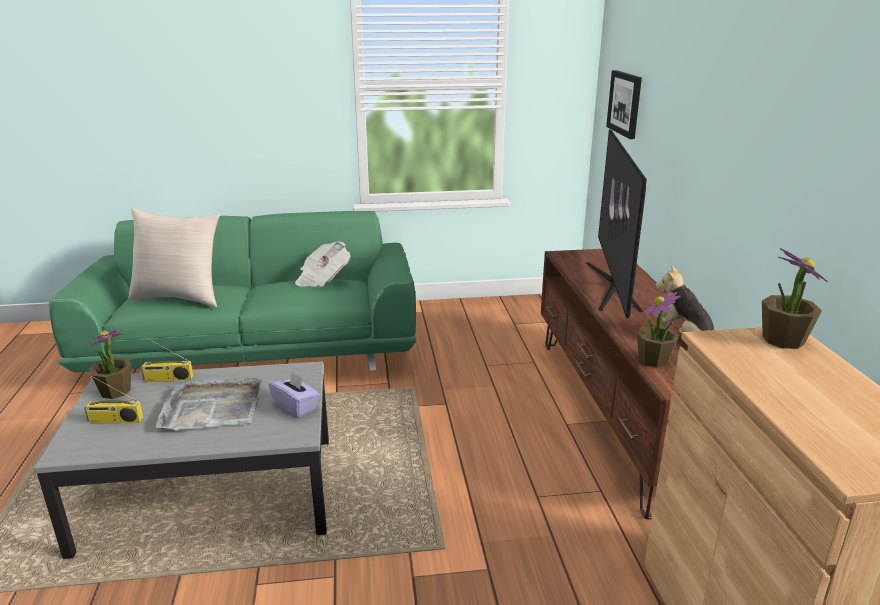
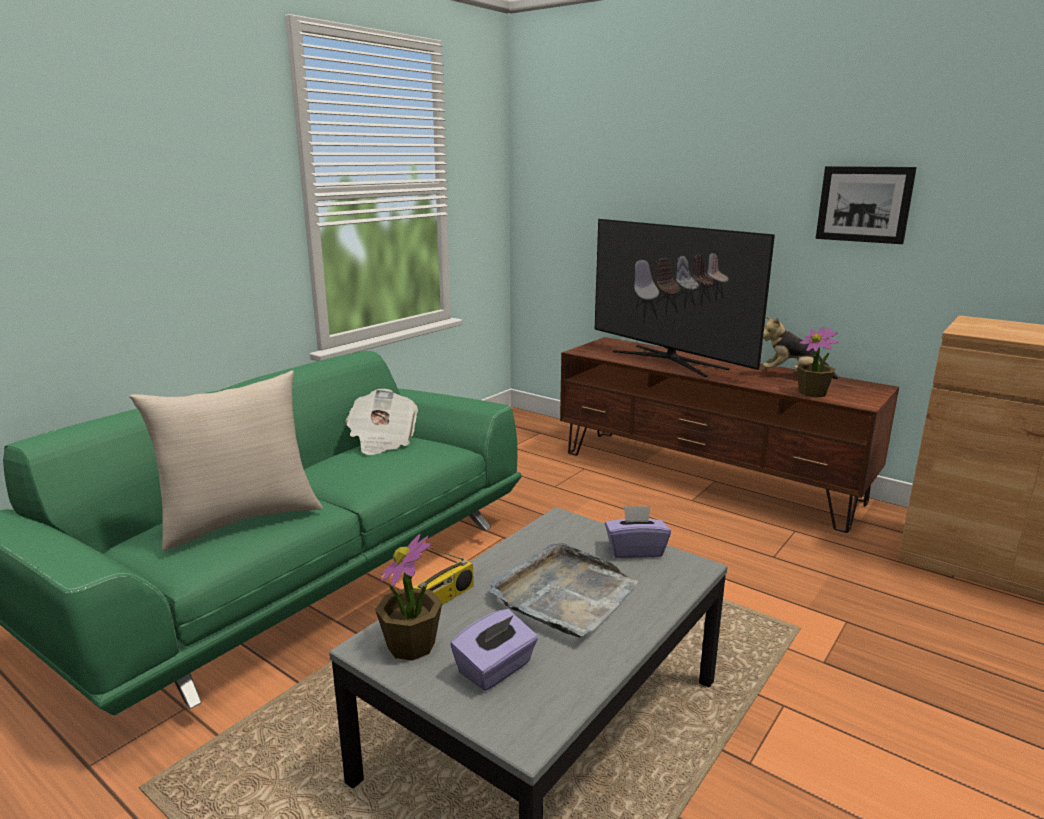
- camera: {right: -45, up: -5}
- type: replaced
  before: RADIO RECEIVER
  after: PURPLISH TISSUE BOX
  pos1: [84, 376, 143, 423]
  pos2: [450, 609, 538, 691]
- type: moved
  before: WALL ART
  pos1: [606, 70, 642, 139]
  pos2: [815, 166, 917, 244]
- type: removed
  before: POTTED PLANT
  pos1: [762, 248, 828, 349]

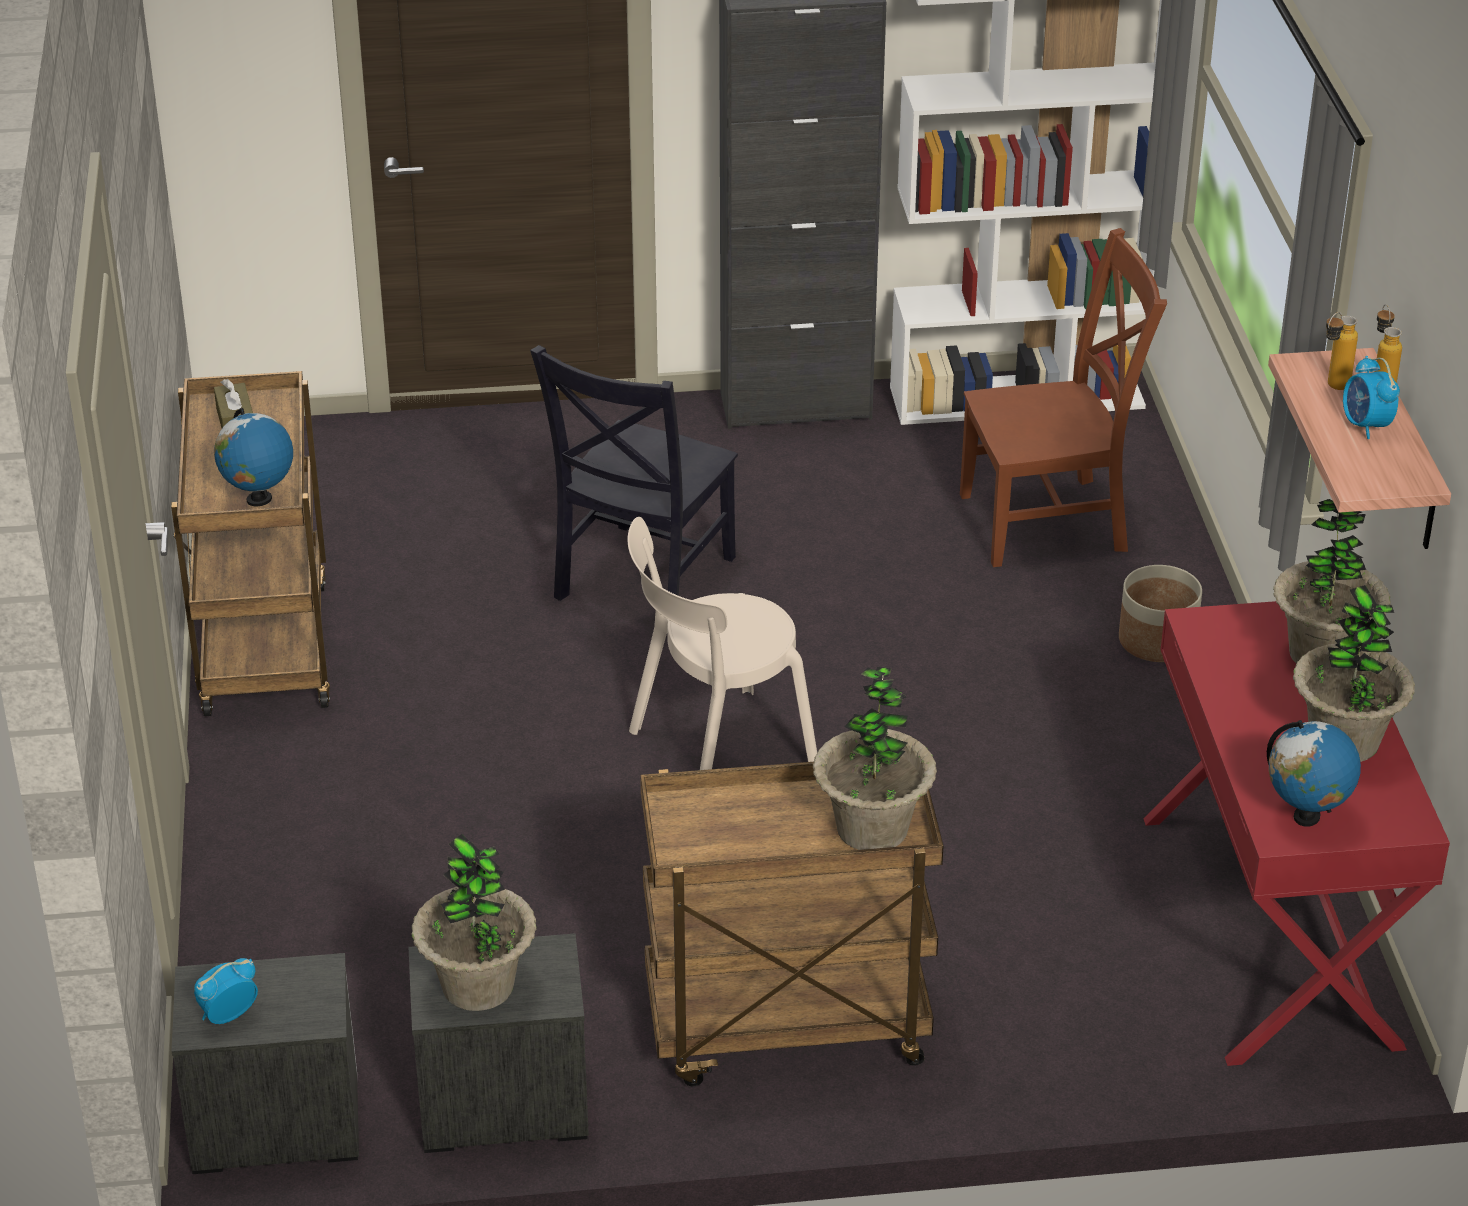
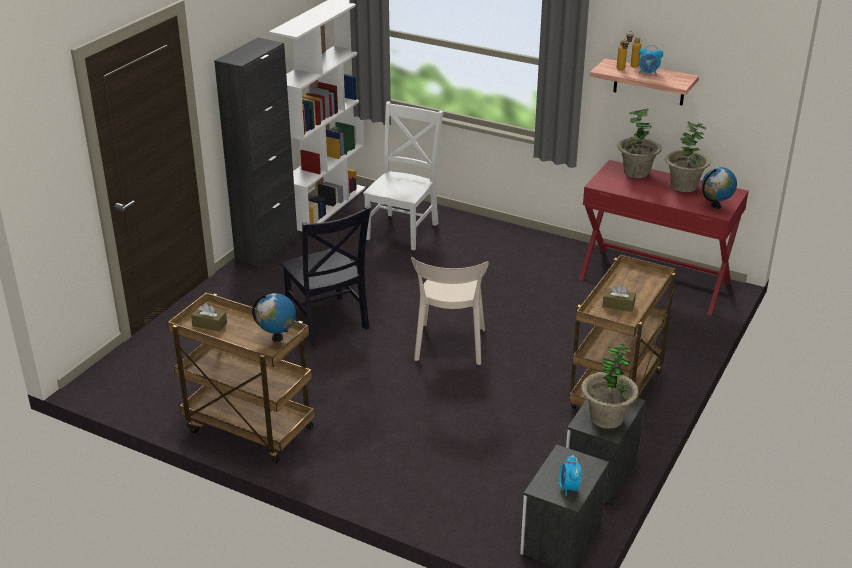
- camera: {right: -55, up: -5}
- type: removed
  before: POTTED PLANT
  pos1: [813, 667, 937, 850]
- type: recoloured
  before: BROWN CHAIR
  after: WHITE-COLOURED CHAIR
  pos1: [960, 228, 1167, 567]
  pos2: [363, 101, 444, 250]
- type: removed
  before: PLANT POT
  pos1: [1119, 565, 1202, 662]
- type: added
  after: BROWN TISSUE BOX
  pos2: [602, 284, 636, 312]

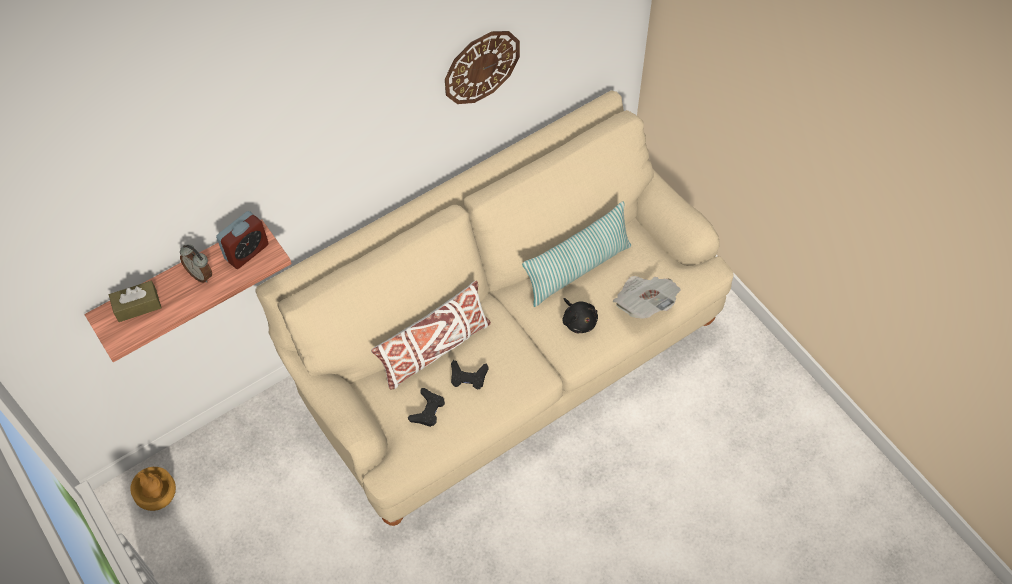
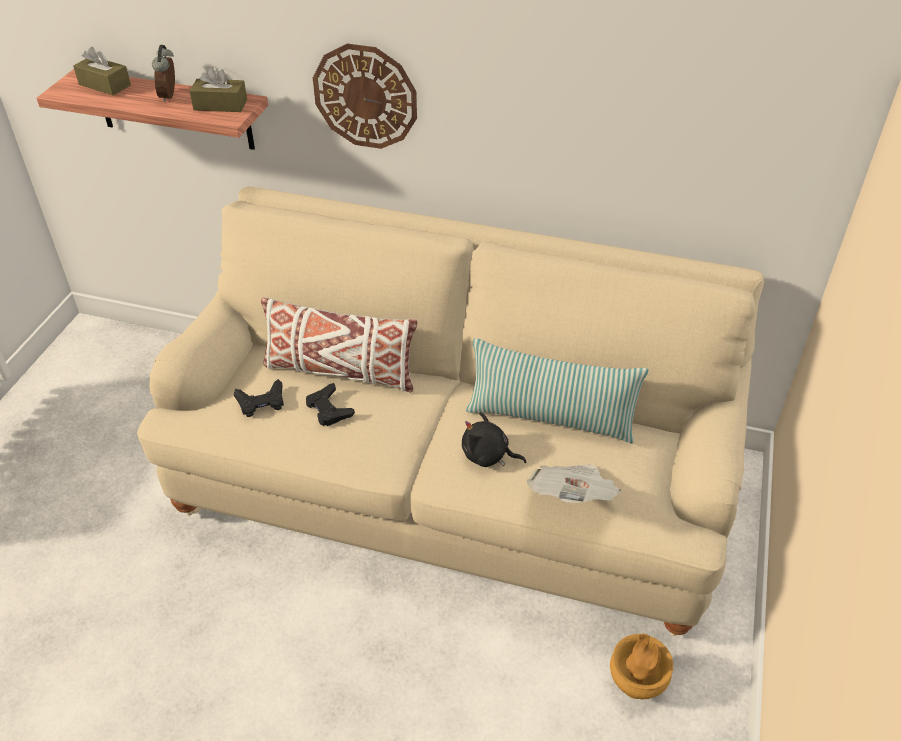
- camera: {right: 50, up: -15}
- type: moved
  before: BROWN VASE
  pos1: [130, 467, 176, 511]
  pos2: [610, 634, 673, 699]
- type: replaced
  before: TABLE CLOCK
  after: BROWN TISSUE BOX
  pos1: [216, 211, 268, 269]
  pos2: [189, 66, 247, 112]
- type: moved
  before: WALL CLOCK
  pos1: [445, 31, 520, 104]
  pos2: [313, 43, 417, 149]
- type: turned
  before: BLACK PLUSH TOY
  pos1: [563, 298, 598, 334]
  pos2: [462, 412, 526, 467]
  turn: 90

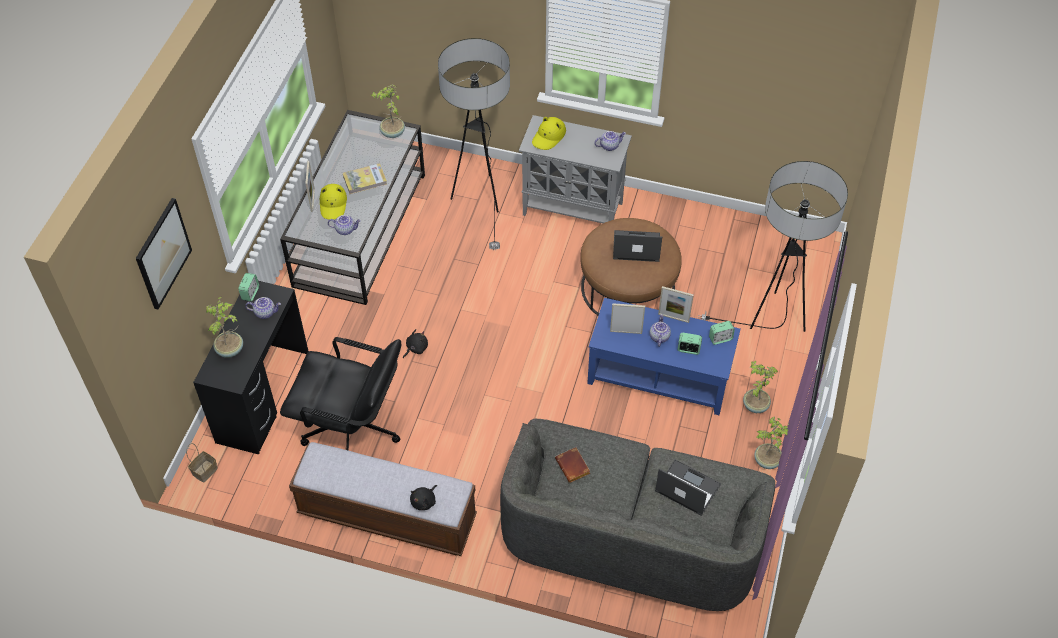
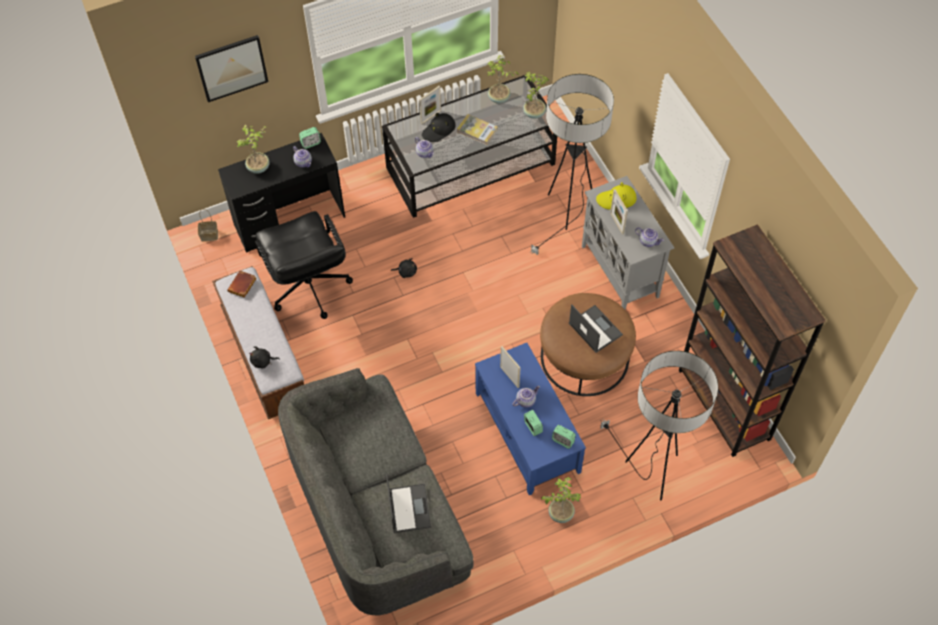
- camera: {right: 50, up: 5}
- type: recoloured
  before: YELLOW CLOTHING HAT
  after: BLACK CLOTHING HAT
  pos1: [320, 184, 347, 220]
  pos2: [422, 113, 456, 142]
- type: moved
  before: BROWN BOOK
  pos1: [555, 447, 590, 483]
  pos2: [227, 270, 257, 298]
- type: moved
  before: PHOTO FRAME
  pos1: [658, 286, 694, 323]
  pos2: [610, 189, 628, 235]
- type: moved
  before: POTTED PLANT
  pos1: [754, 417, 789, 469]
  pos2: [487, 55, 519, 103]
- type: added
  after: BROWN BOOKSHELF
  pos2: [679, 224, 826, 457]

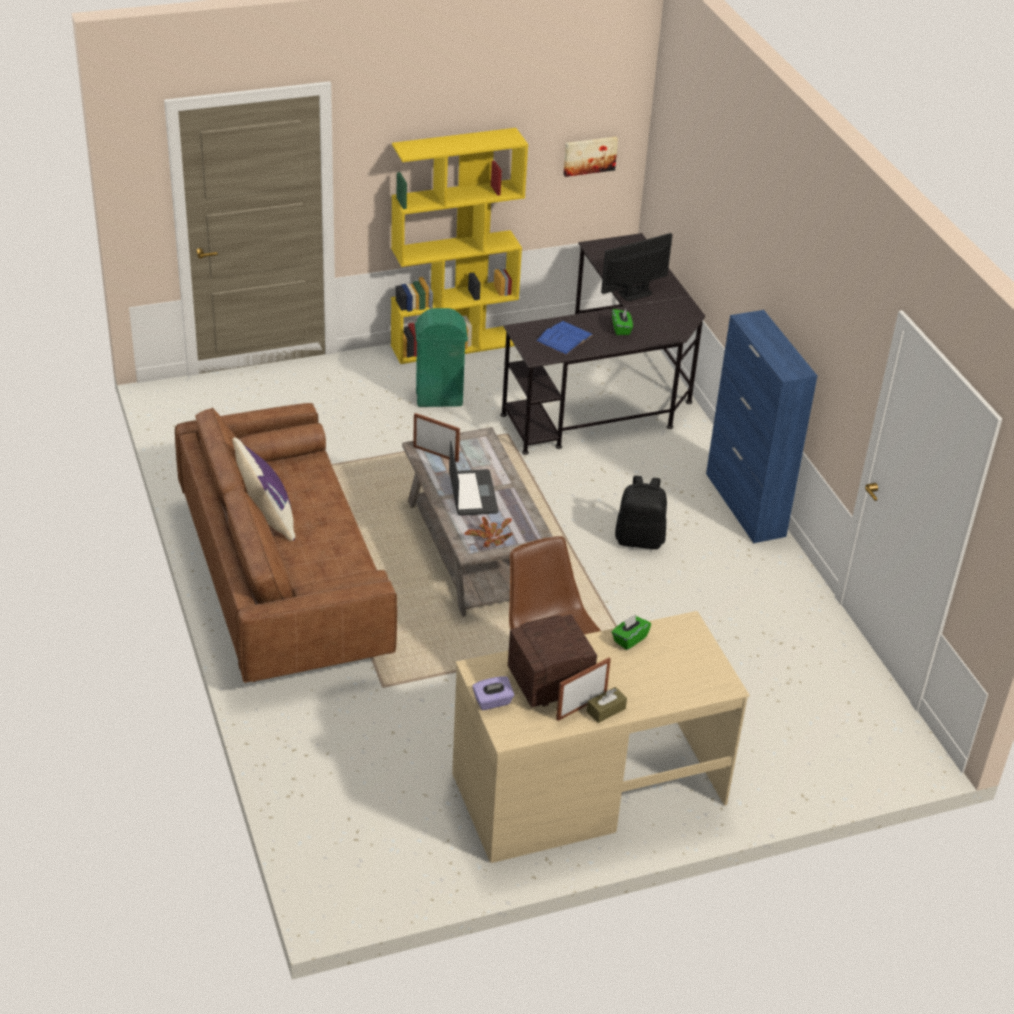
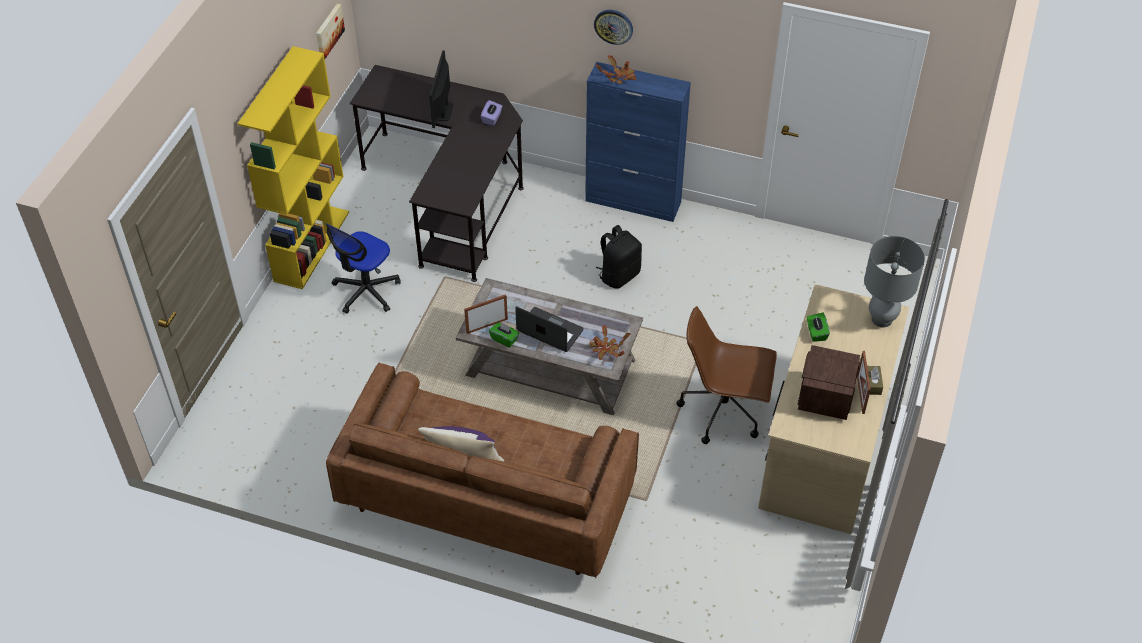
- camera: {right: -50, up: 10}
- type: replaced
  before: GREEN WASTE BIN
  after: DESK CHAIR
  pos1: [415, 308, 468, 407]
  pos2: [325, 223, 401, 314]
- type: moved
  before: PURPLISH TISSUE BOX
  pos1: [472, 676, 514, 710]
  pos2: [481, 100, 502, 126]
- type: removed
  before: BLUE-COLOURED BOOK
  pos1: [536, 321, 593, 355]
- type: moved
  before: GREEN TISSUE BOX
  pos1: [612, 309, 633, 335]
  pos2: [489, 322, 519, 348]
- type: added
  after: WALL CLOCK
  pos2: [594, 10, 633, 45]
- type: added
  after: POTTED PLANT
  pos2: [596, 55, 637, 84]
- type: added
  after: GRAY LAMP FOR A TABLE
  pos2: [864, 236, 925, 327]

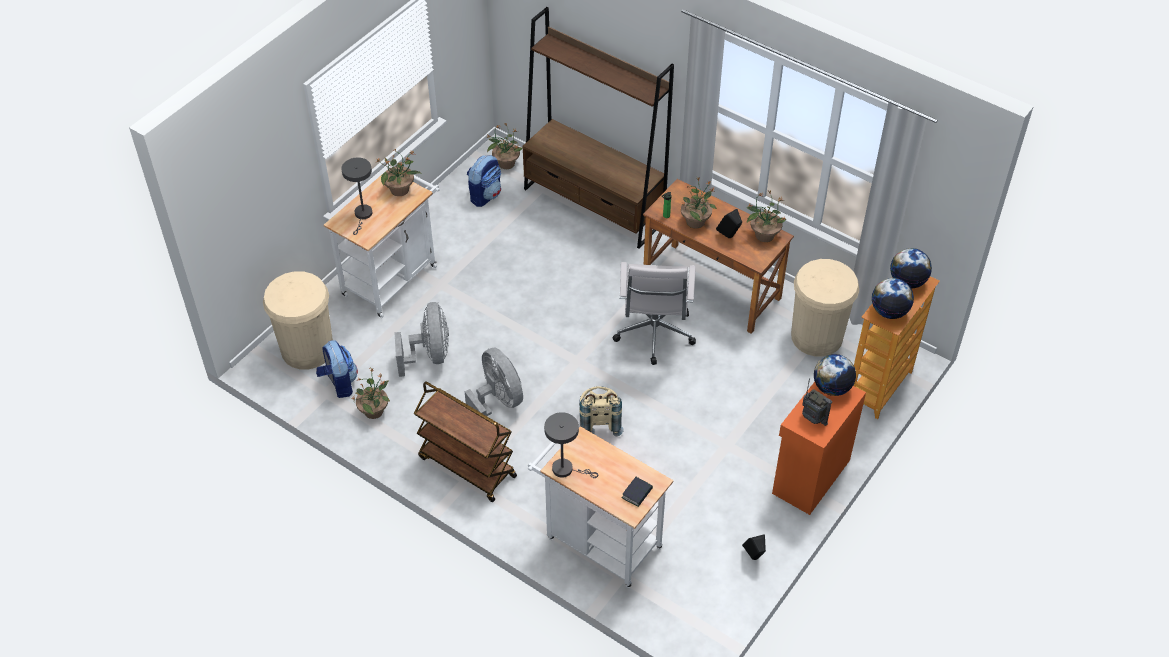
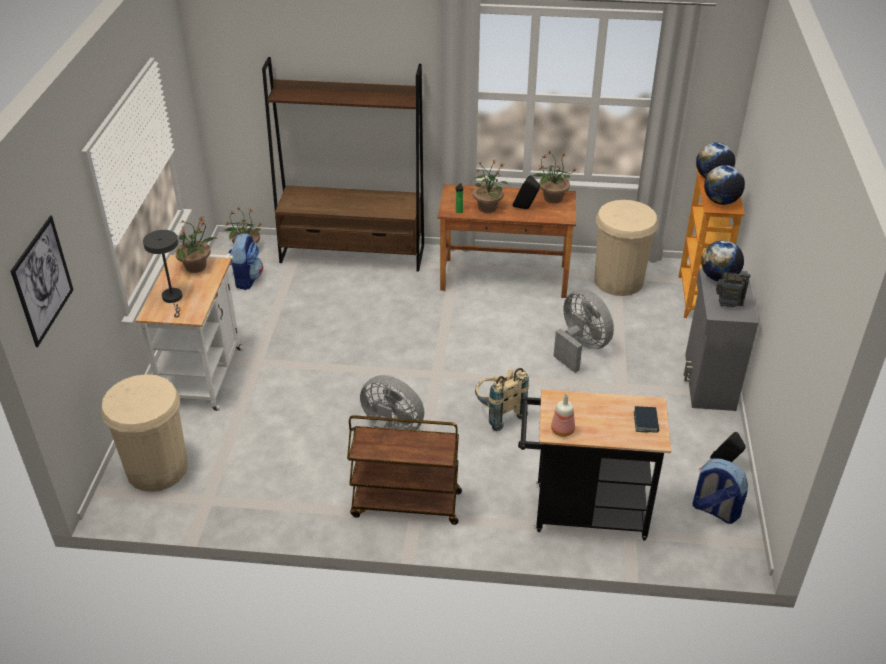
- camera: {right: -30, up: -10}
- type: moved
  before: BACKPACK
  pos1: [316, 340, 358, 398]
  pos2: [692, 458, 748, 524]
- type: removed
  before: POTTED PLANT
  pos1: [351, 368, 390, 419]
- type: moved
  before: GRAY ELECTRIC FAN
  pos1: [394, 302, 449, 377]
  pos2: [554, 289, 614, 373]
- type: recoloured
  before: WHITE-COLOURED TROLLEY
  after: BLACK TROLLEY
  pos1: [528, 426, 673, 588]
  pos2: [518, 389, 671, 540]
- type: replaced
  before: GRAY LAMP FOR A TABLE
  after: BOTTLE
  pos1: [544, 412, 598, 478]
  pos2: [551, 394, 575, 437]
- type: removed
  before: WHITE-COLOURED DESK CHAIR
  pos1: [613, 262, 696, 365]
- type: recoloured
  before: ORANGE-COLOURED STORAGE CABINET
  after: GRAY STORAGE CABINET
  pos1: [772, 382, 866, 515]
  pos2: [684, 268, 759, 411]
- type: added
  after: WALL ART
  pos2: [10, 216, 73, 347]

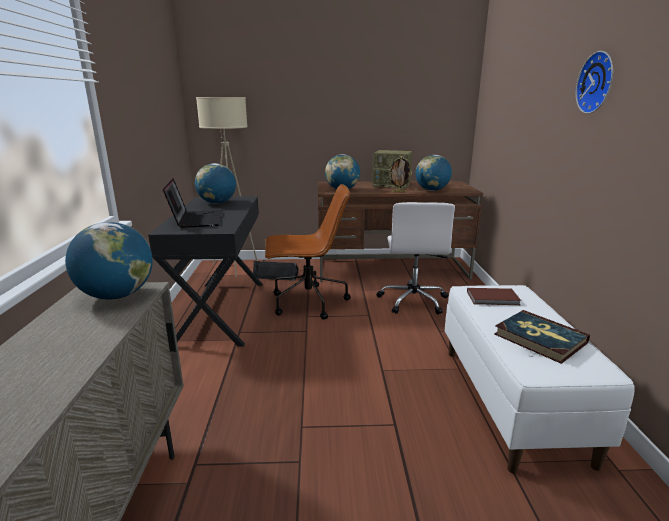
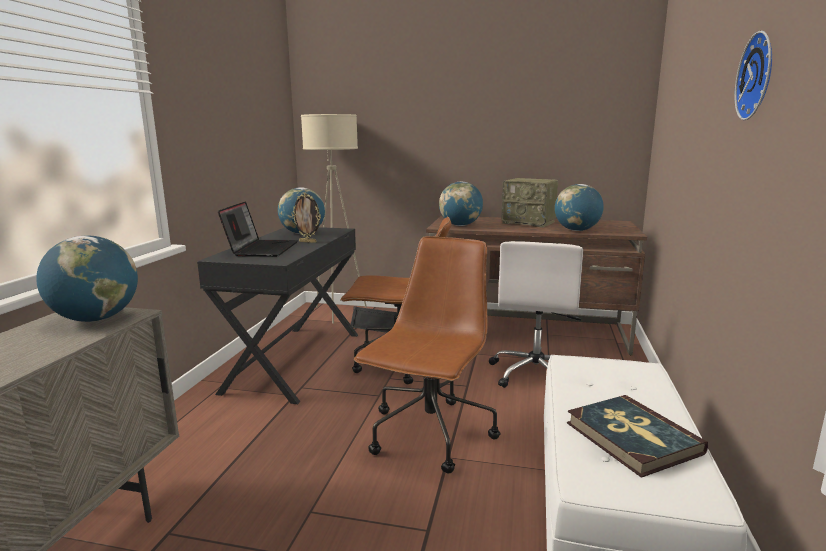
- camera: {right: 15, up: -5}
- type: moved
  before: PHOTO FRAME
  pos1: [388, 156, 412, 192]
  pos2: [291, 192, 321, 243]
- type: removed
  before: BROWN BOOK
  pos1: [467, 288, 521, 305]
- type: added
  after: BROWN DESK CHAIR
  pos2: [354, 236, 500, 473]

